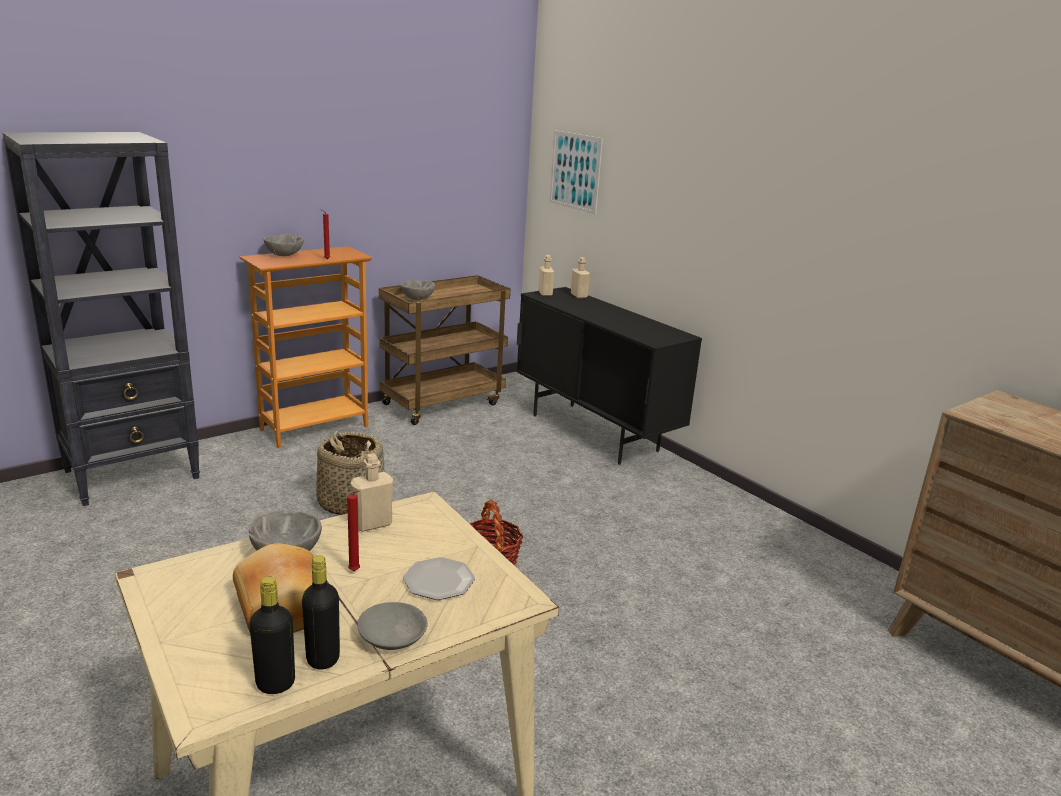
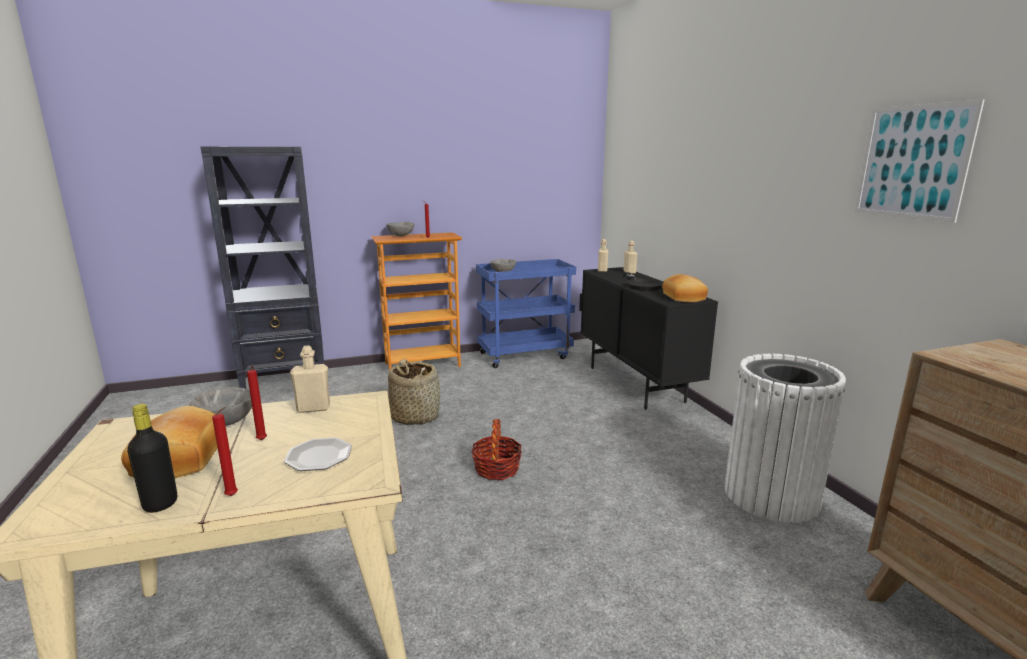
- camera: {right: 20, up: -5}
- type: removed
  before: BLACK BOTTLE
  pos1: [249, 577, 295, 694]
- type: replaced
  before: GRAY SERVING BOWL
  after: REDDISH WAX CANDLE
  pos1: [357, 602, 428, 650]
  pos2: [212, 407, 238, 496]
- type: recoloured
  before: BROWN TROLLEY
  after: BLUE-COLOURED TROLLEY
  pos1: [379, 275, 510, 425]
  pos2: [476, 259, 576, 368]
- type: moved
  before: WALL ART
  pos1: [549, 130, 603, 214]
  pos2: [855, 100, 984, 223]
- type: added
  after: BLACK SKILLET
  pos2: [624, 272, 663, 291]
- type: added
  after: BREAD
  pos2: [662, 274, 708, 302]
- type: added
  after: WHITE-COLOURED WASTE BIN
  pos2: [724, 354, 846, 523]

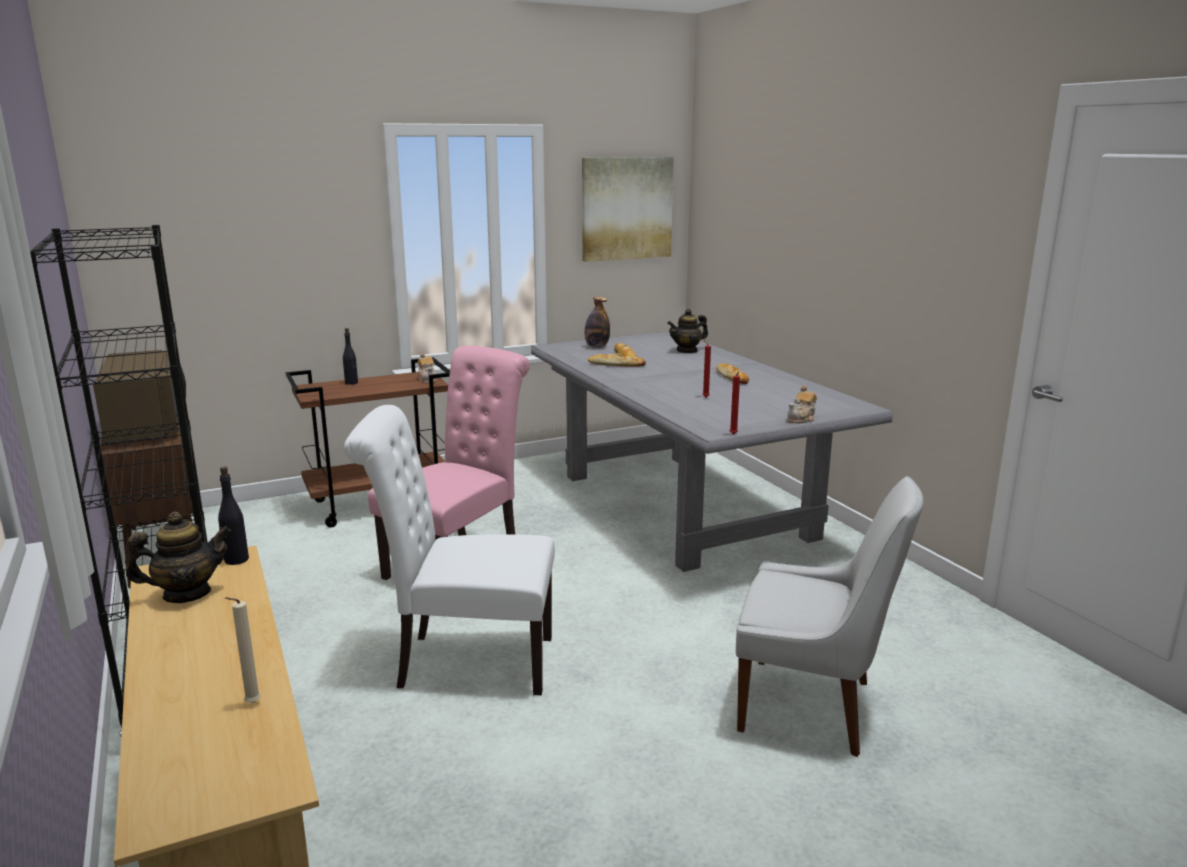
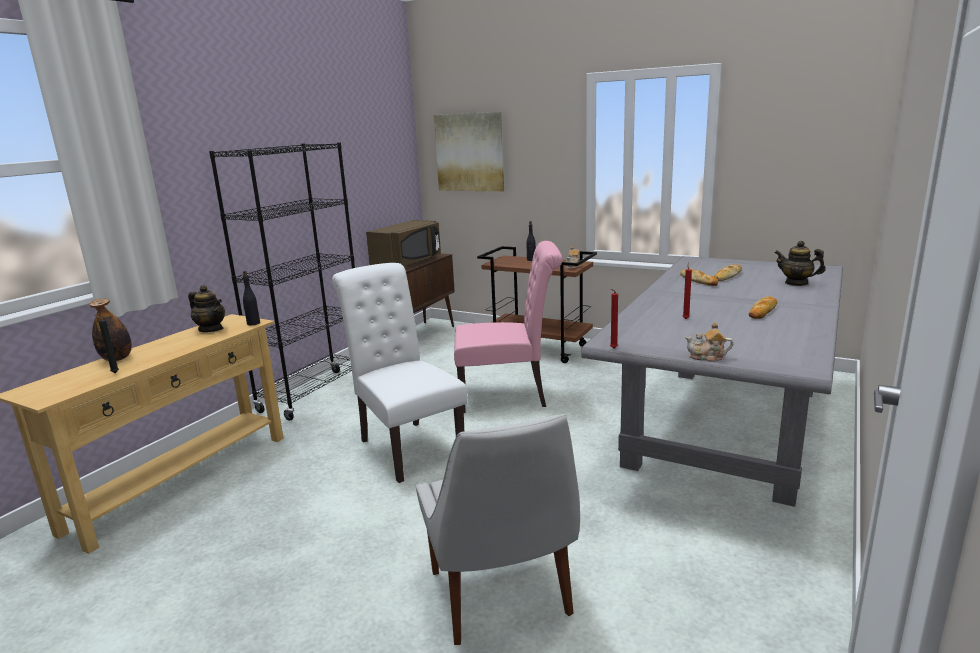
- camera: {right: 55, up: 0}
- type: recoloured
  before: SAND-COLOURED WAX CANDLE
  after: BLACK WAX CANDLE
  pos1: [225, 597, 261, 703]
  pos2: [95, 315, 119, 373]
- type: moved
  before: WALL ART
  pos1: [582, 157, 674, 262]
  pos2: [434, 112, 504, 192]
- type: moved
  before: BOTTLE
  pos1: [585, 297, 610, 348]
  pos2: [90, 299, 132, 361]

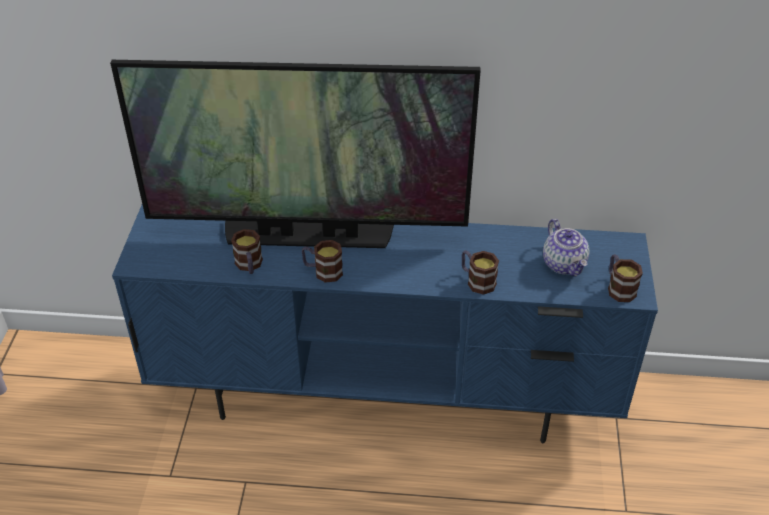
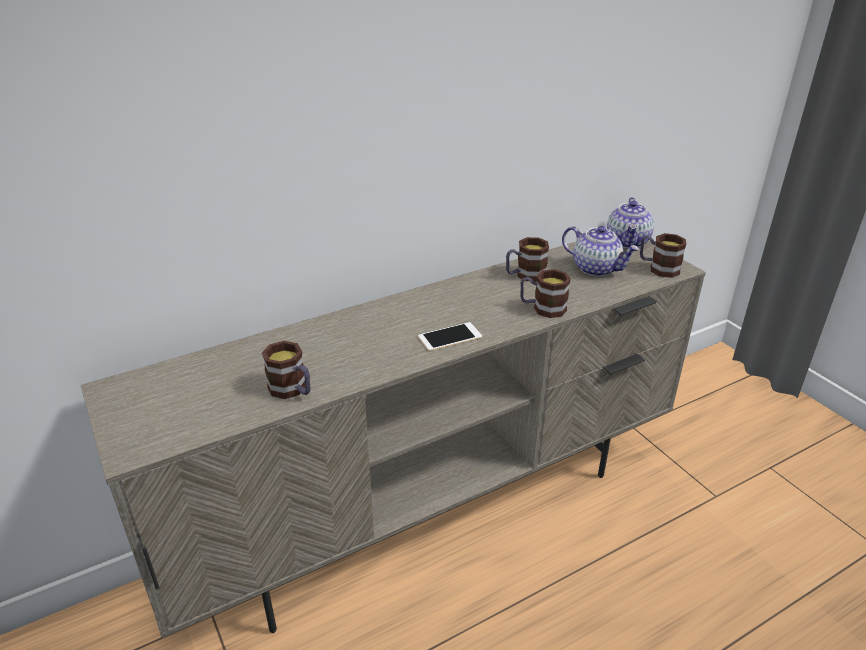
- camera: {right: -35, up: -10}
- type: removed
  before: TV
  pos1: [110, 60, 481, 248]
- type: recoloured
  before: BLUE-COLOURED TV UNIT
  after: SAND-COLOURED TV UNIT
  pos1: [112, 205, 658, 443]
  pos2: [81, 241, 706, 638]
- type: moved
  before: TEA MUG
  pos1: [302, 240, 343, 283]
  pos2: [506, 237, 549, 281]
- type: added
  after: PHONE
  pos2: [418, 322, 482, 351]
- type: added
  after: TEA POT
  pos2: [607, 197, 654, 248]

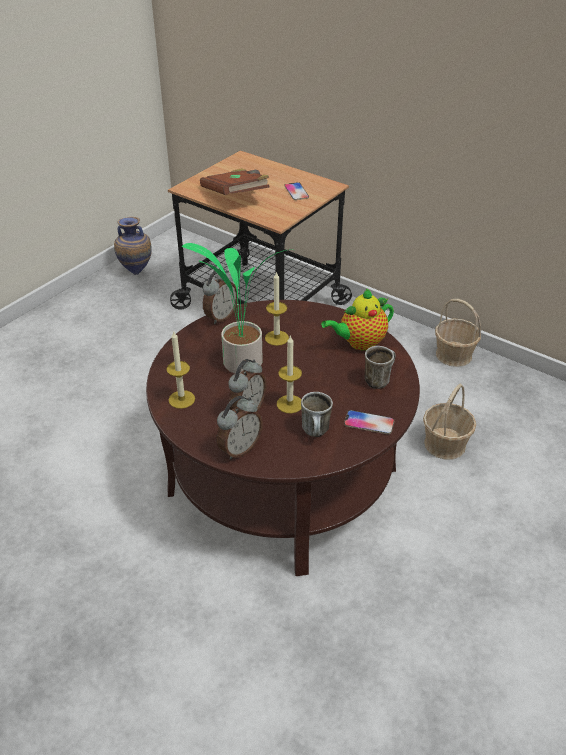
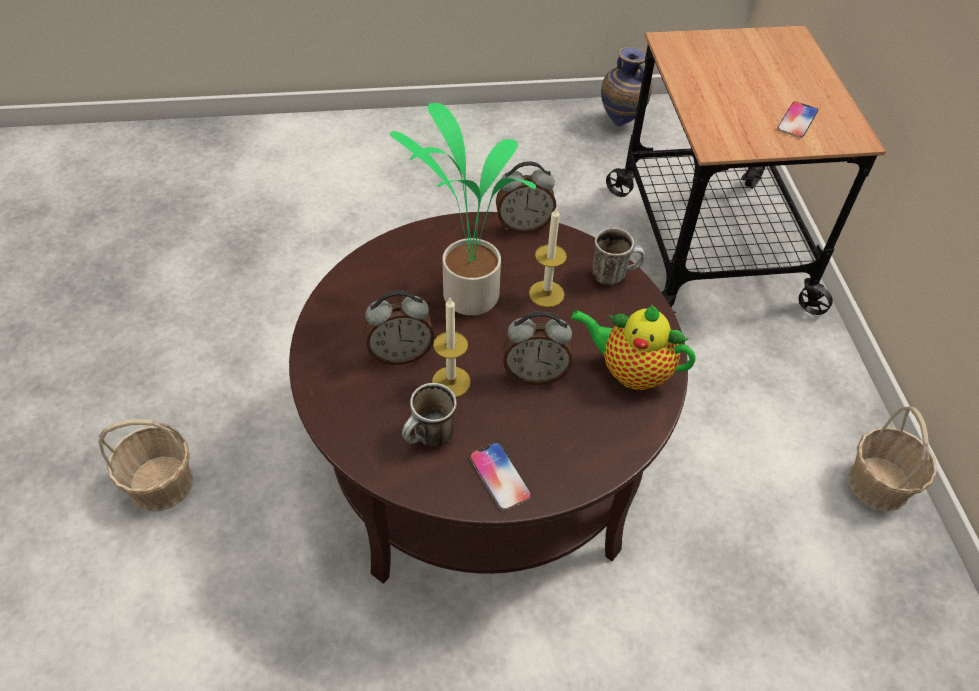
- camera: {right: 45, up: 10}
- type: removed
  before: WAX CANDLE
  pos1: [167, 332, 195, 409]
- type: removed
  before: BROWN BOOK
  pos1: [200, 168, 269, 195]
- type: moved
  before: TABLE CLOCK
  pos1: [216, 396, 263, 460]
  pos2: [503, 311, 573, 385]
- type: moved
  before: TEA MUG
  pos1: [365, 346, 395, 389]
  pos2: [592, 228, 645, 286]
- type: moved
  before: STORAGE BASKET
  pos1: [423, 384, 476, 460]
  pos2: [98, 419, 193, 511]

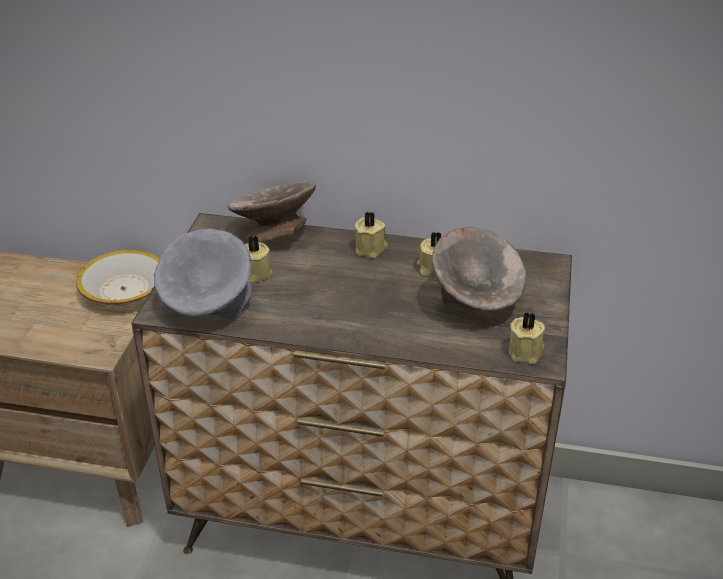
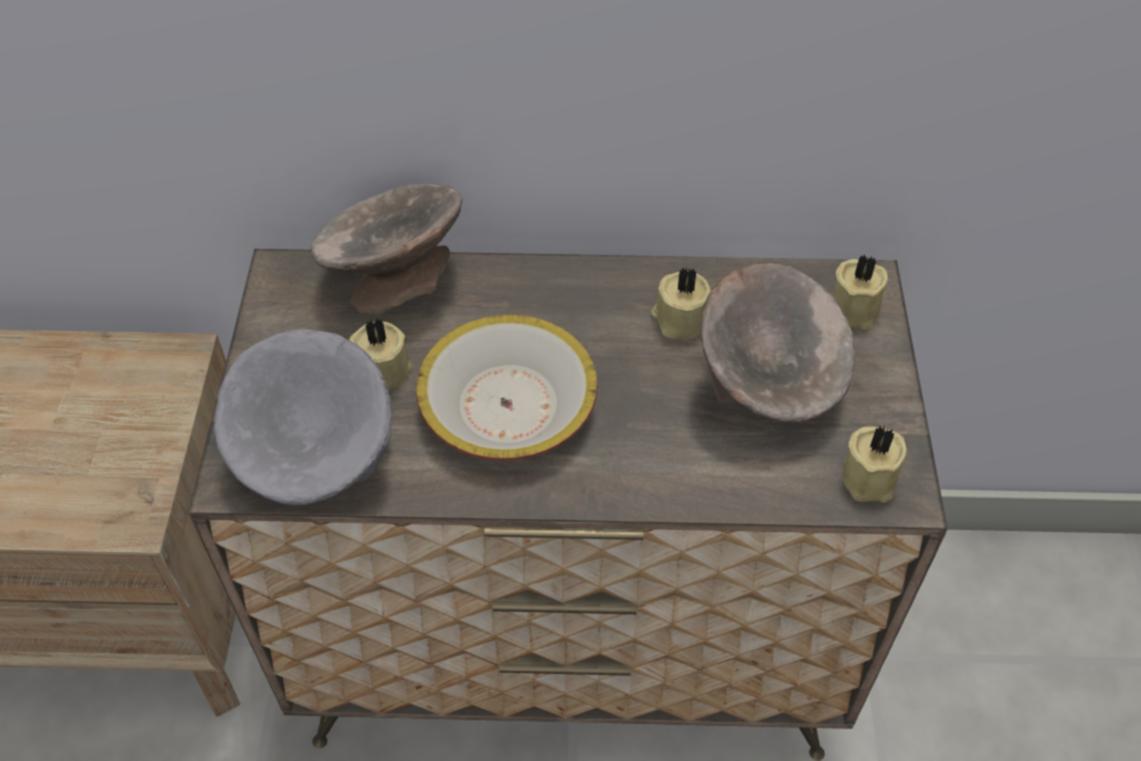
- camera: {right: -10, up: 15}
- type: moved
  before: SERVING BOWL
  pos1: [76, 250, 159, 305]
  pos2: [416, 315, 598, 461]
- type: moved
  before: SAND-COLOURED WAX CANDLE
  pos1: [355, 211, 388, 258]
  pos2: [833, 255, 888, 329]

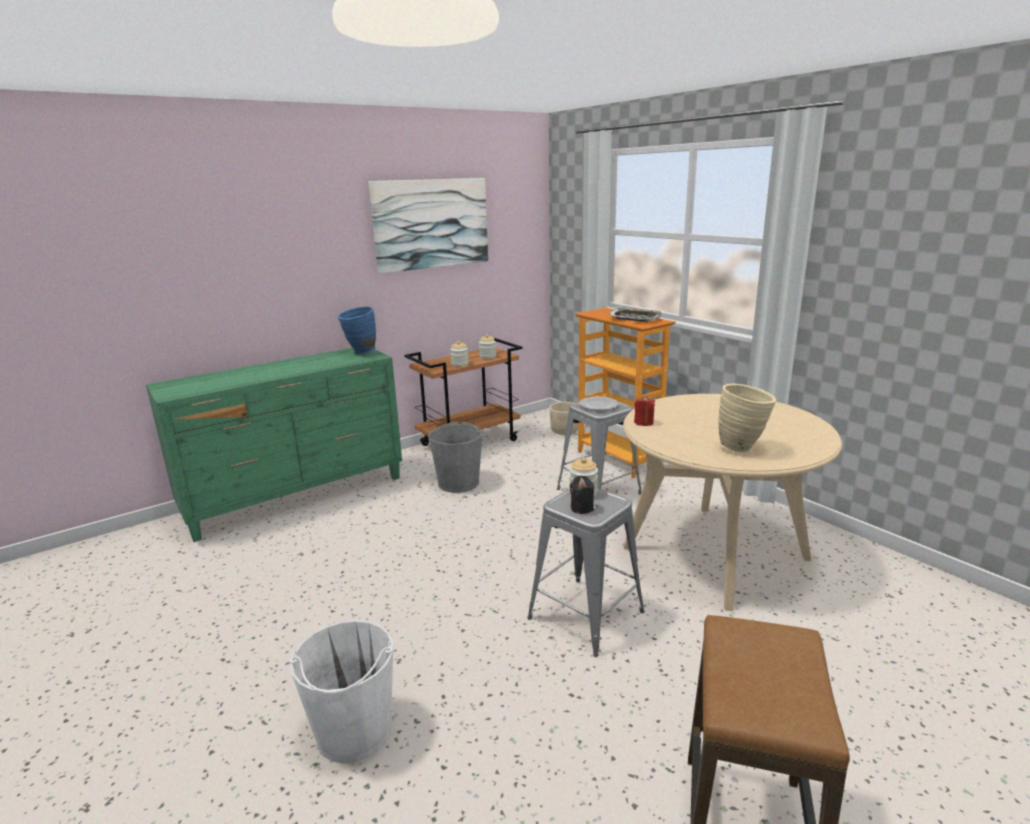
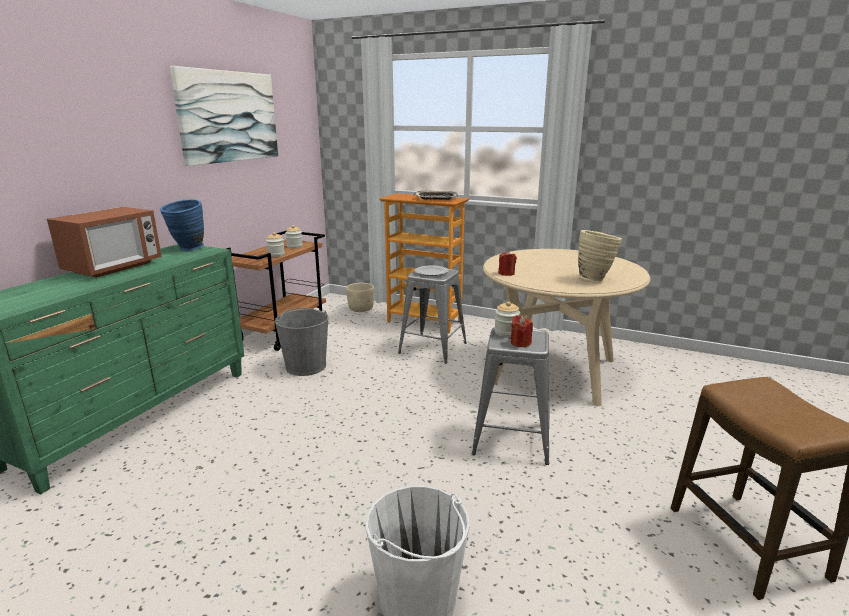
- camera: {right: -30, up: 0}
- type: recoloured
  before: BLACK WAX CANDLE
  after: REDDISH WAX CANDLE
  pos1: [570, 476, 594, 514]
  pos2: [511, 315, 533, 347]
- type: added
  after: KITCHEN MICROWAVE
  pos2: [47, 207, 162, 277]

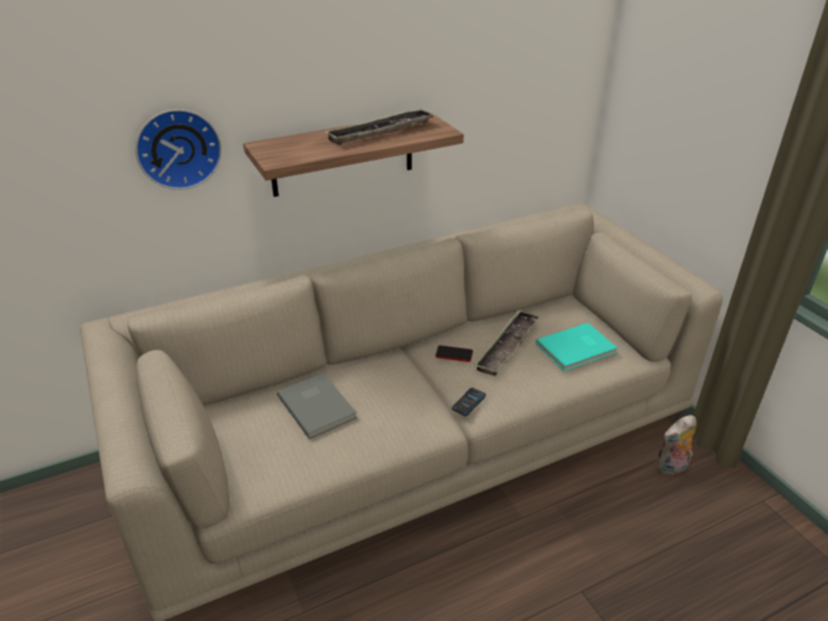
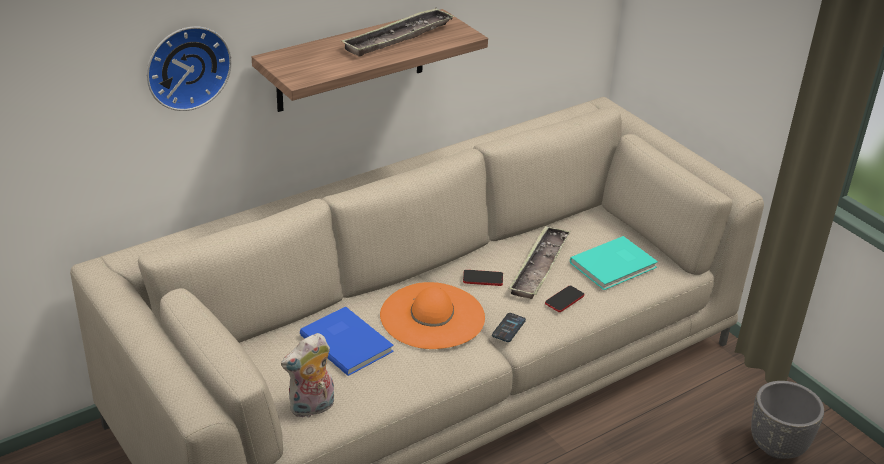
- camera: {right: -10, up: 0}
- type: recoloured
  before: GRAY BOOK
  after: BLUE-COLOURED BOOK
  pos1: [277, 373, 357, 439]
  pos2: [300, 307, 394, 376]
- type: moved
  before: PLUSH TOY
  pos1: [656, 415, 696, 476]
  pos2: [281, 333, 334, 419]
- type: added
  after: ORANGE-COLOURED CLOTHING HAT
  pos2: [380, 282, 485, 349]
- type: added
  after: PHONE
  pos2: [545, 285, 584, 312]
- type: added
  after: GRAY PLANT POT
  pos2: [751, 381, 824, 459]

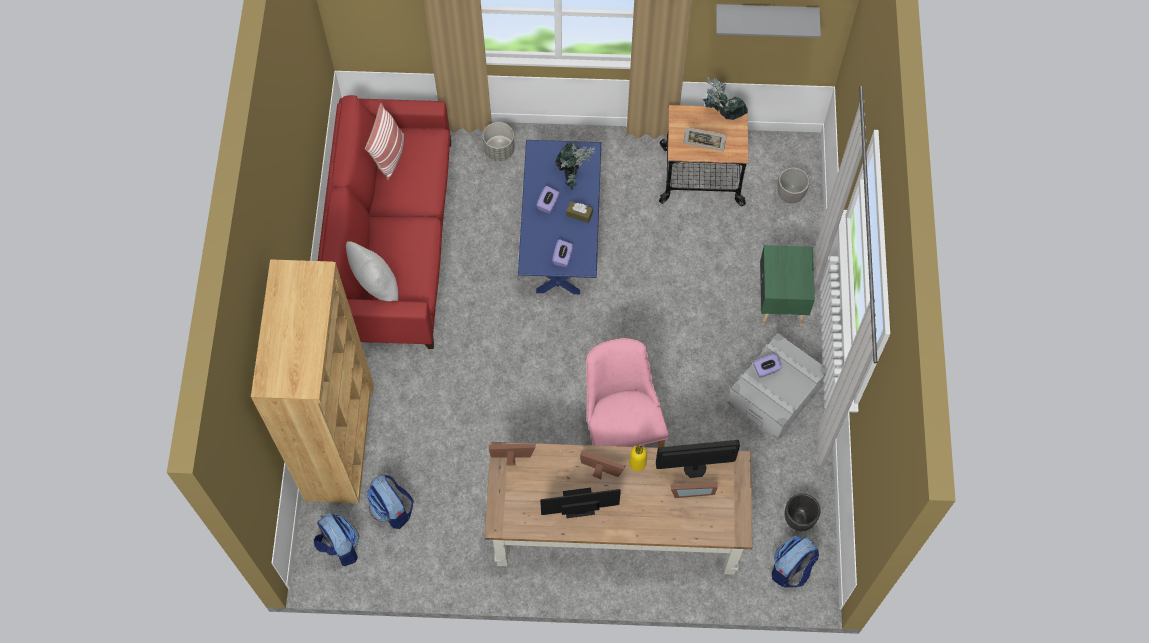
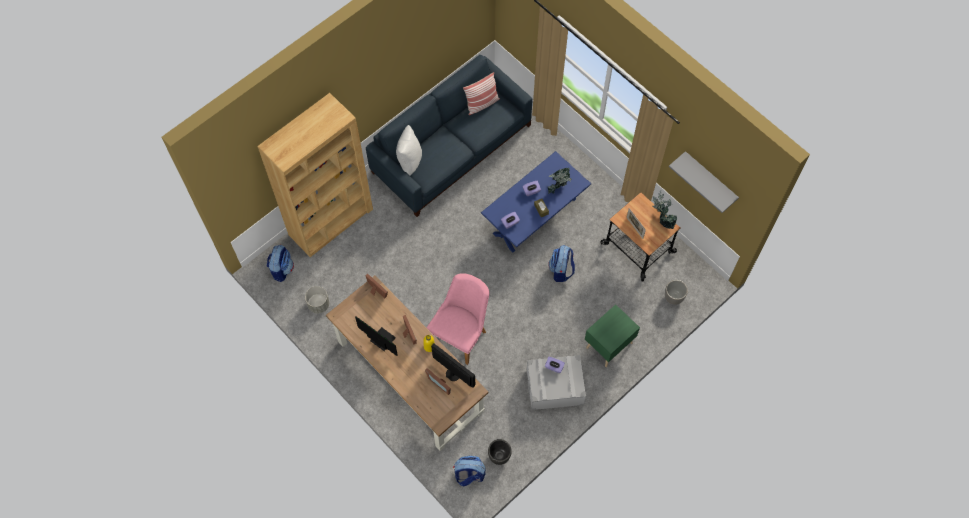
- camera: {right: 45, up: 0}
- type: recoloured
  before: REDDISH SOFA
  after: BLUE-COLOURED SOFA
  pos1: [318, 95, 451, 349]
  pos2: [366, 55, 532, 217]
- type: moved
  before: BACKPACK
  pos1: [367, 475, 414, 529]
  pos2: [548, 245, 575, 282]
- type: moved
  before: GRAY PLANT POT
  pos1: [483, 122, 515, 161]
  pos2: [305, 286, 329, 313]

